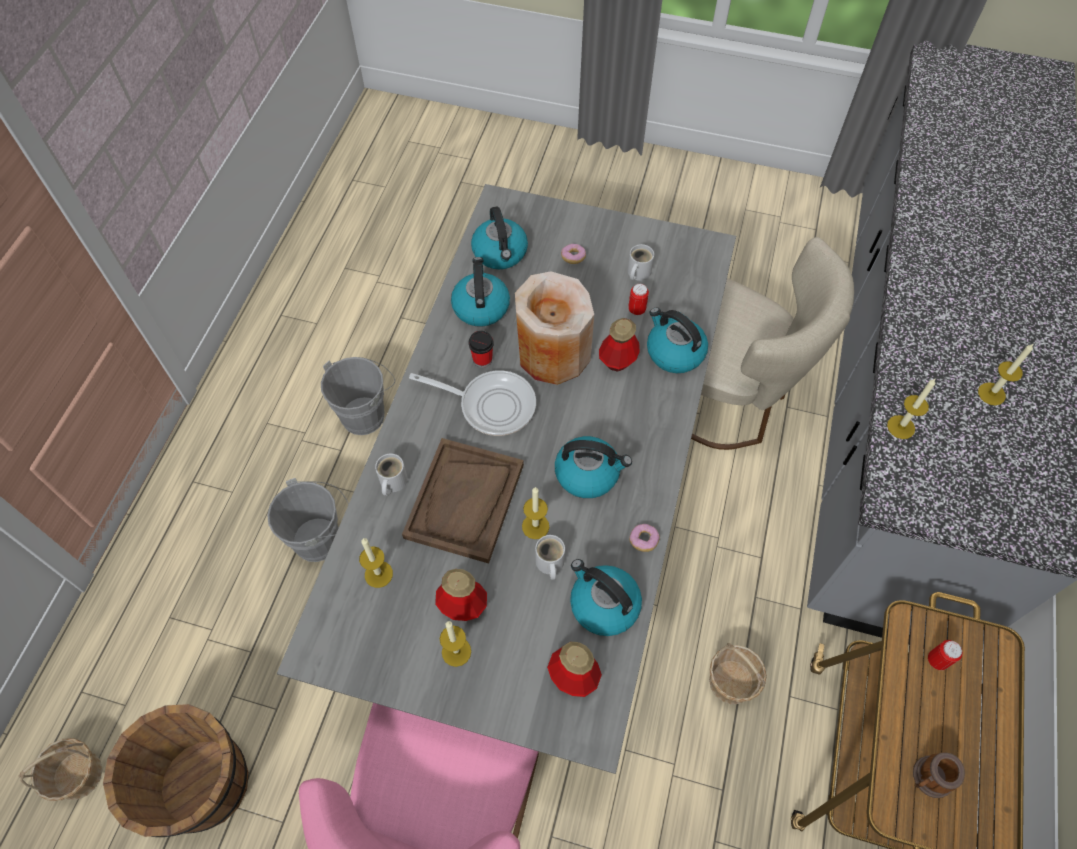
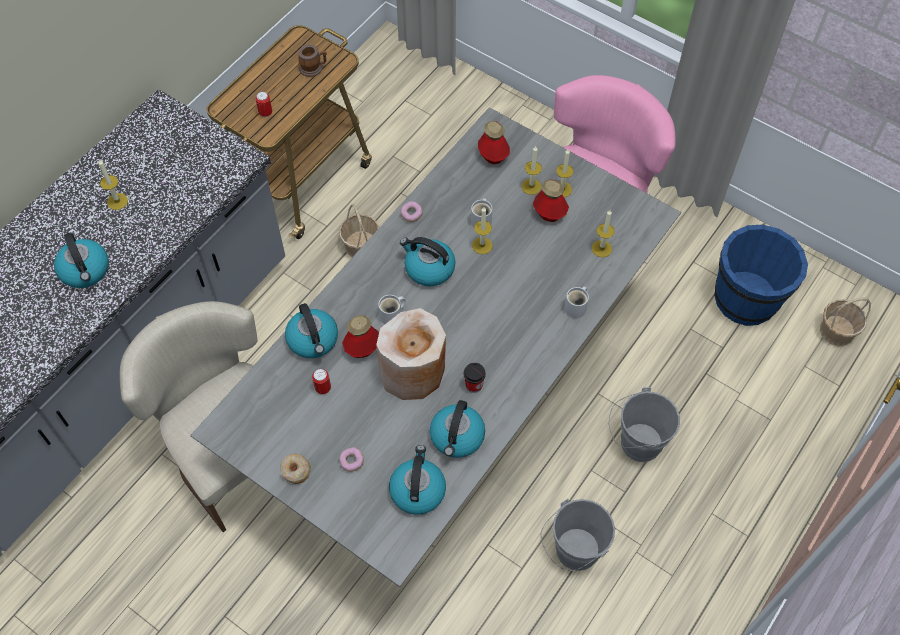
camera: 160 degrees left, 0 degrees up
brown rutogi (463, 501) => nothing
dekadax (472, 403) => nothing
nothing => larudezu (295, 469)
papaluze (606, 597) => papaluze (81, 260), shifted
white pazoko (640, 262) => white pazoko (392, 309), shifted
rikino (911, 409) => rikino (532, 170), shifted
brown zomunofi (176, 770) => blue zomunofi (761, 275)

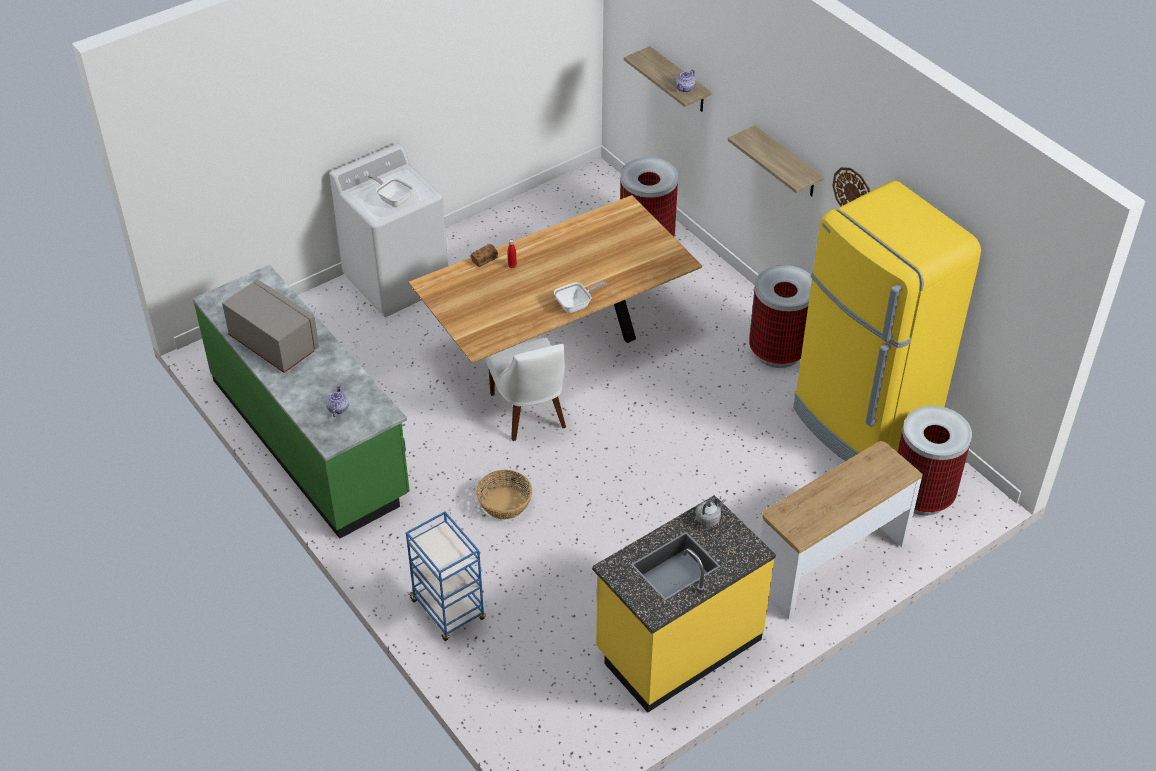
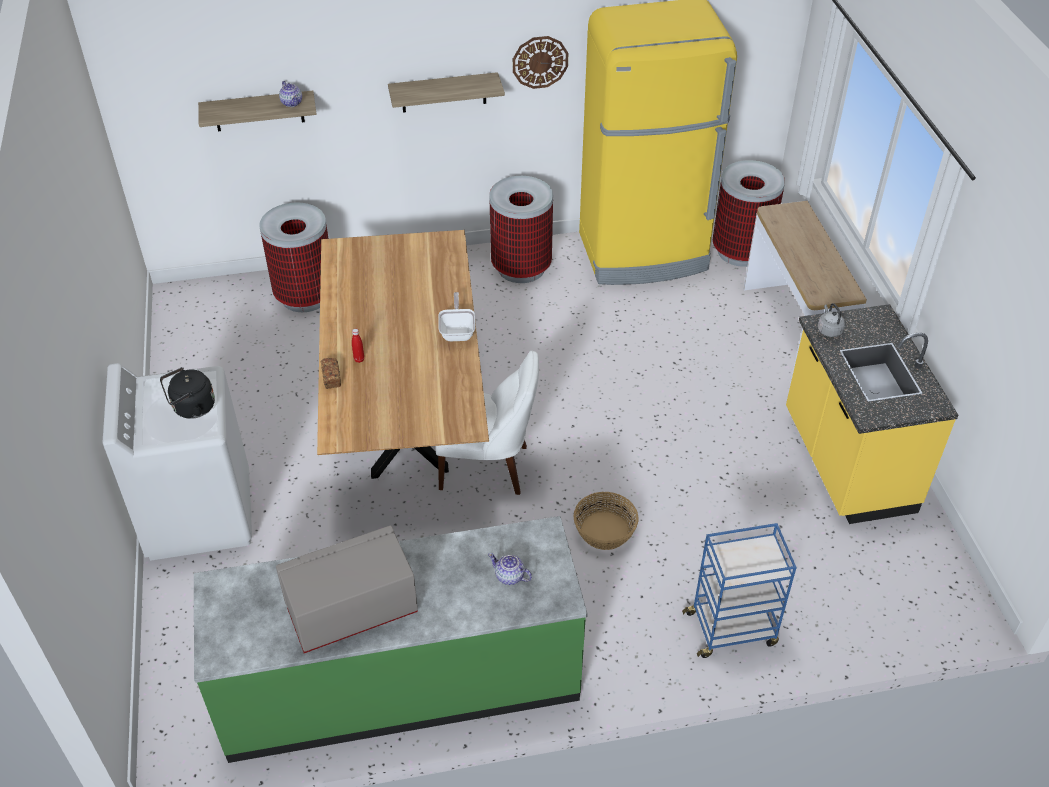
camera: 65 degrees left, 0 degrees up
dekadax (390, 190) => black papaluze (187, 393)

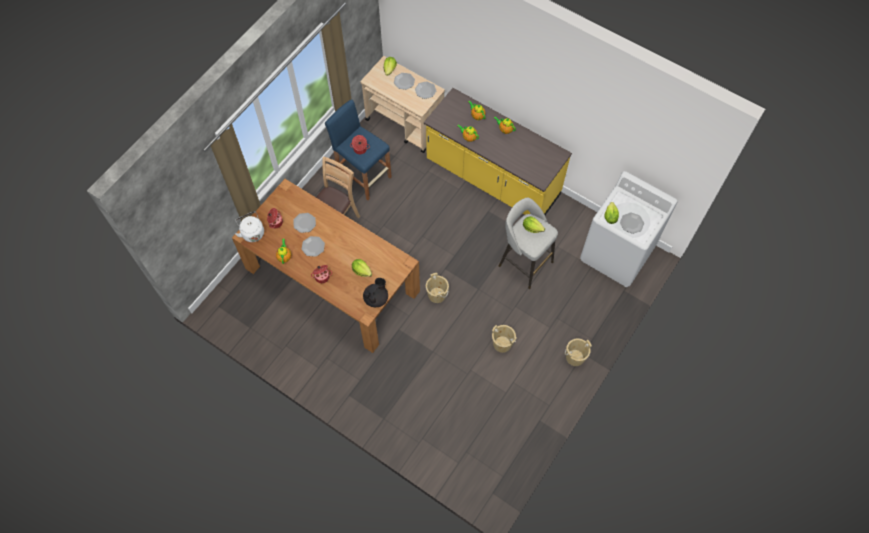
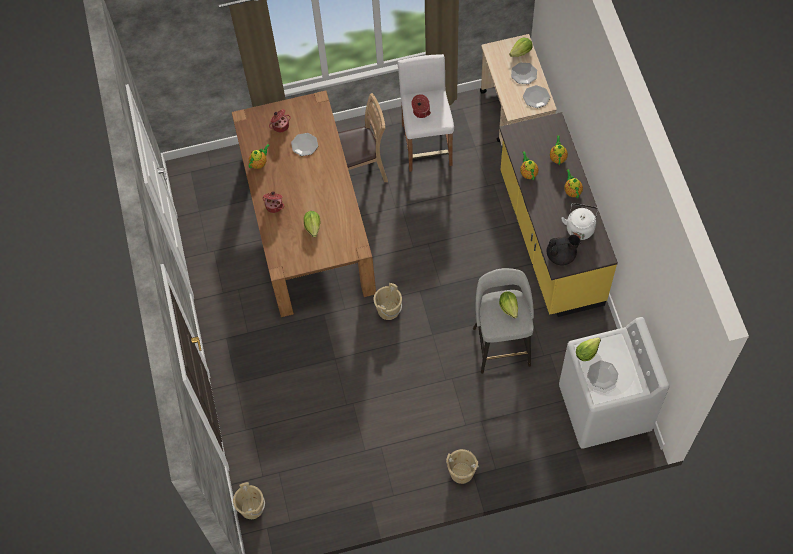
camera: 45 degrees right, 0 degrees up
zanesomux (313, 246) => nothing
white papaluze (249, 226) => white papaluze (579, 221), shifted
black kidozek (375, 292) => black kidozek (564, 250), shifted
beige zomunofi (504, 339) => beige zomunofi (249, 500), shifted
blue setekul (358, 149) => white setekul (425, 113)

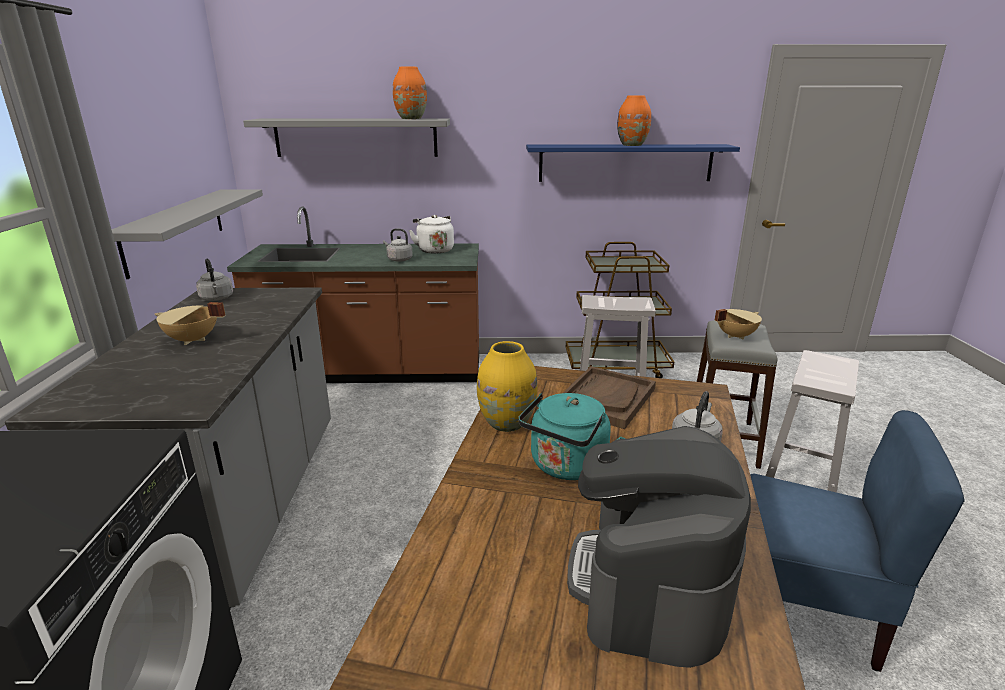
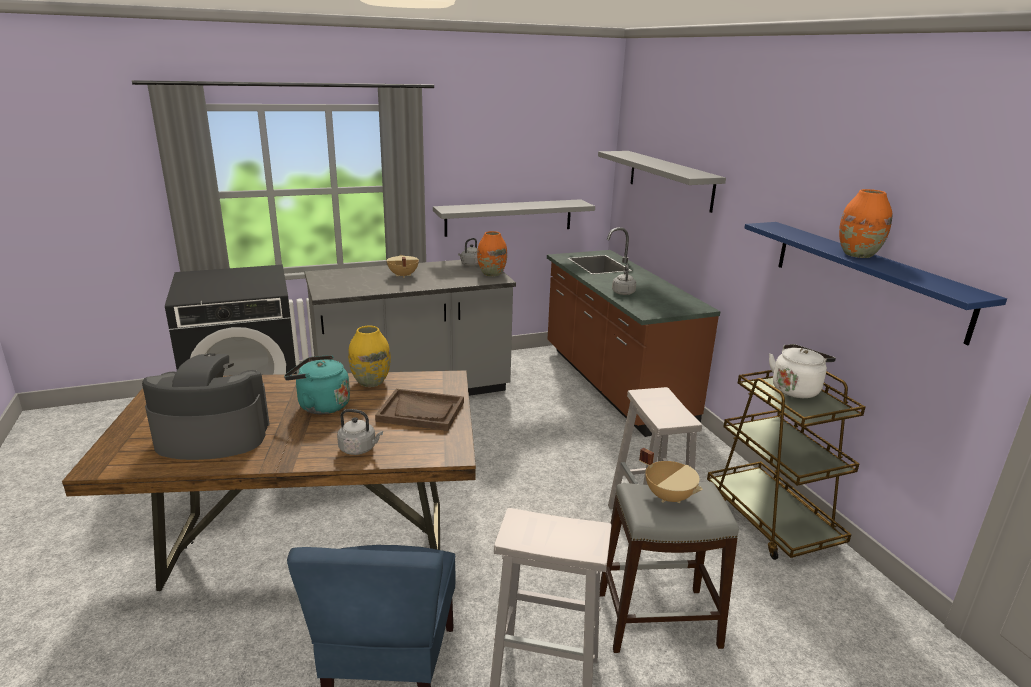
camera: 70 degrees right, 0 degrees up
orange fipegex (410, 92) => orange fipegex (492, 254), shifted
white papaluze (431, 234) => white papaluze (802, 371), shifted

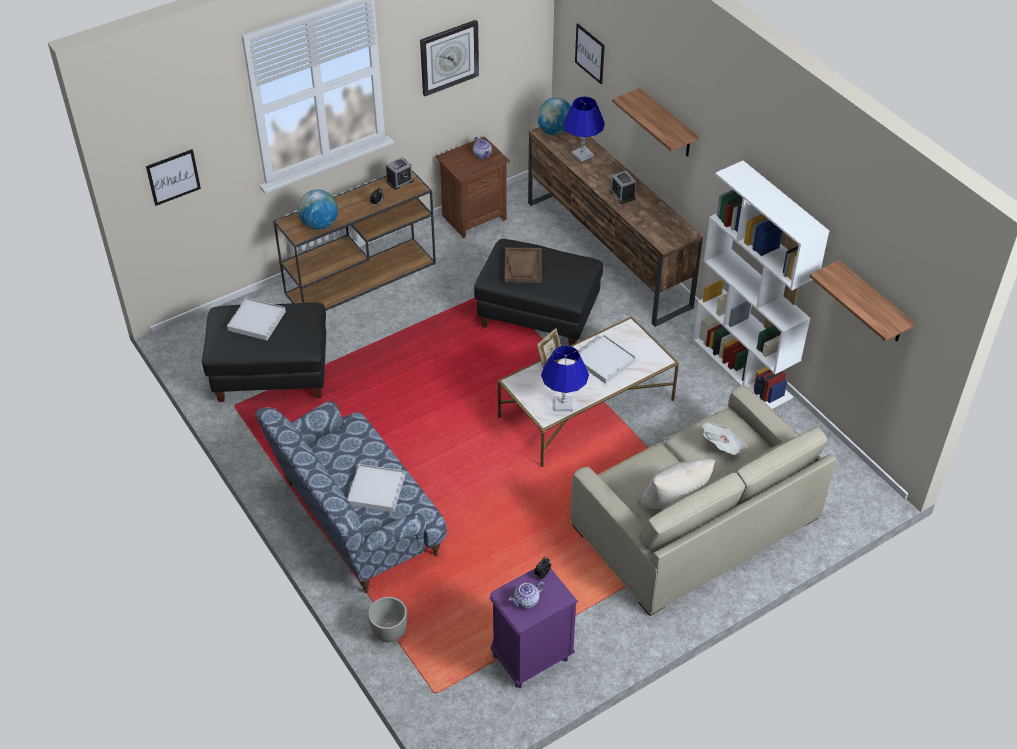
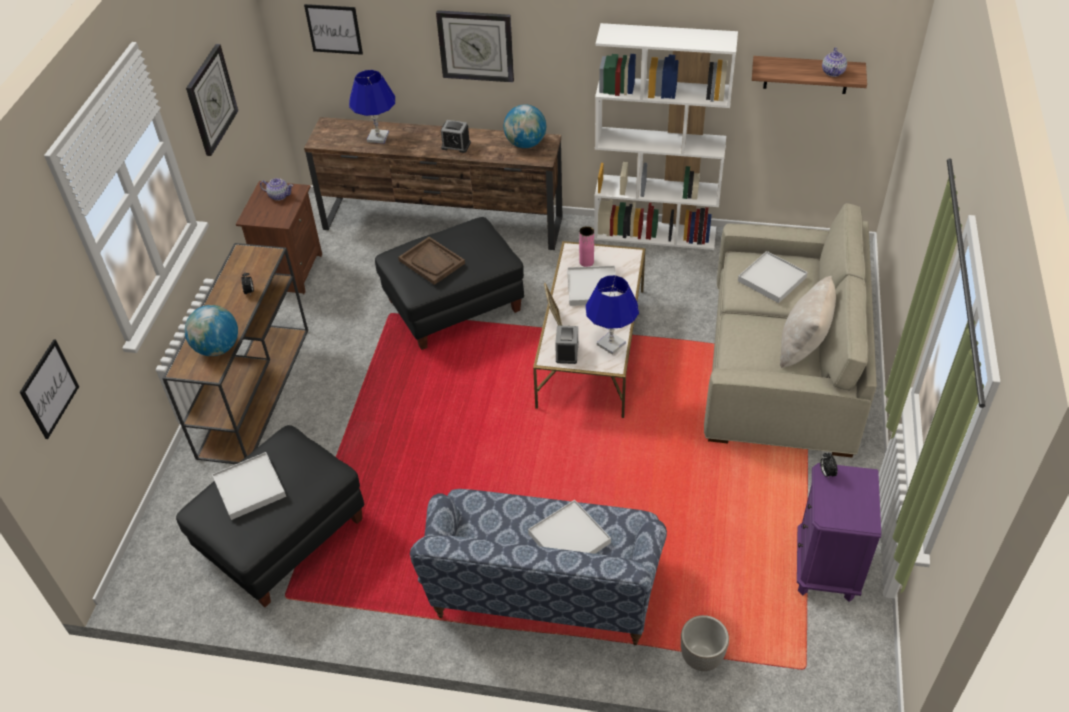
camera: 45 degrees left, 0 degrees up
nothing => pink fipegex (586, 246)
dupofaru (400, 173) => dupofaru (566, 345), shifted
kidozek (527, 595) => kidozek (834, 62), shifted
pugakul (554, 116) => pugakul (525, 126), shifted
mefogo (655, 122) => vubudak (475, 46)
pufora (725, 438) => white rutogi (773, 277)

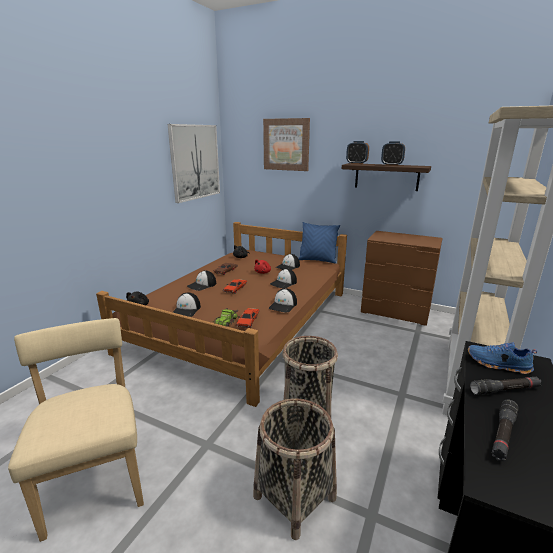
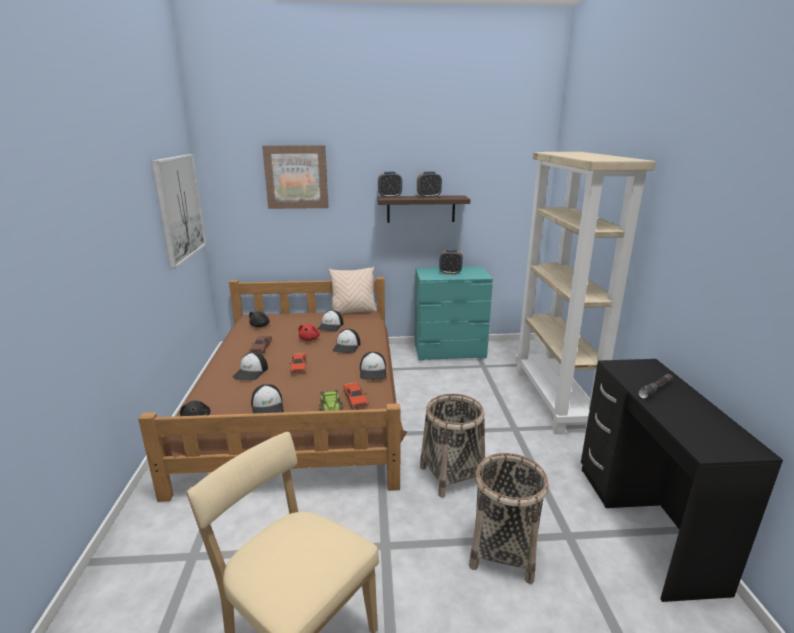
camera: 30 degrees left, 0 degrees up
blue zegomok (502, 358) => nothing
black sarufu (505, 430) => nothing
nothing => dupofaru (451, 262)
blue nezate (319, 242) => beige nezate (353, 290)
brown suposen (402, 278) => turquoise suposen (453, 314)

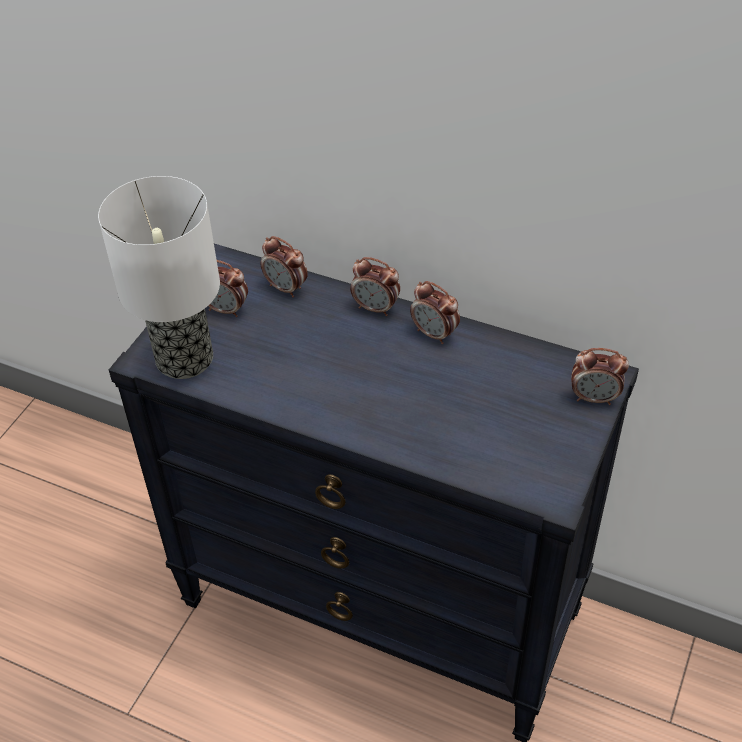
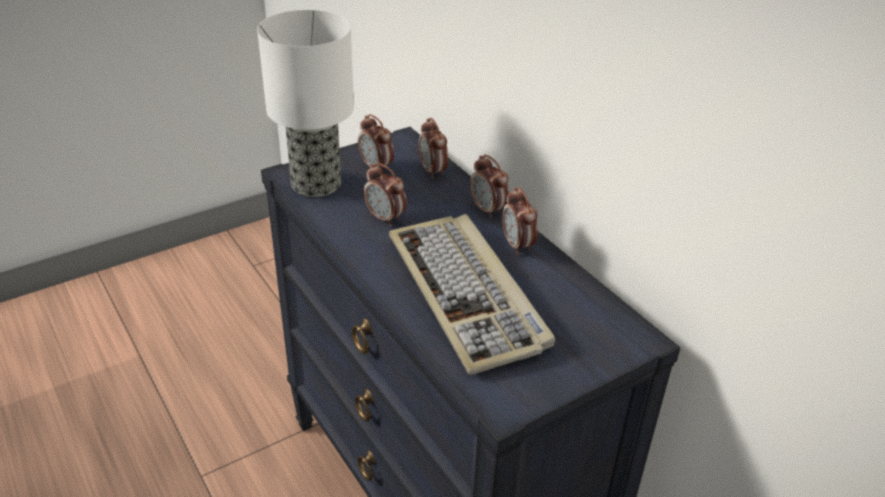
camera: 30 degrees right, 10 degrees down
nothing => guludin (472, 294)
dupofaru (600, 376) => dupofaru (385, 194), shifted

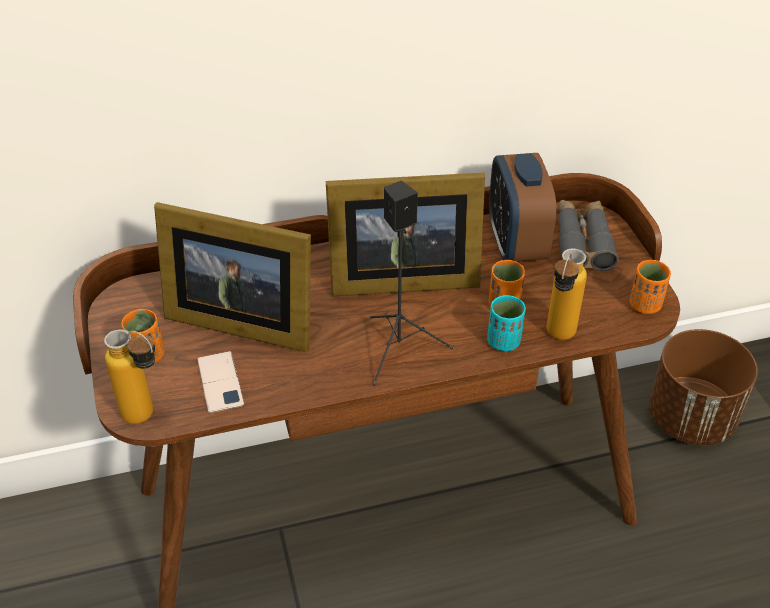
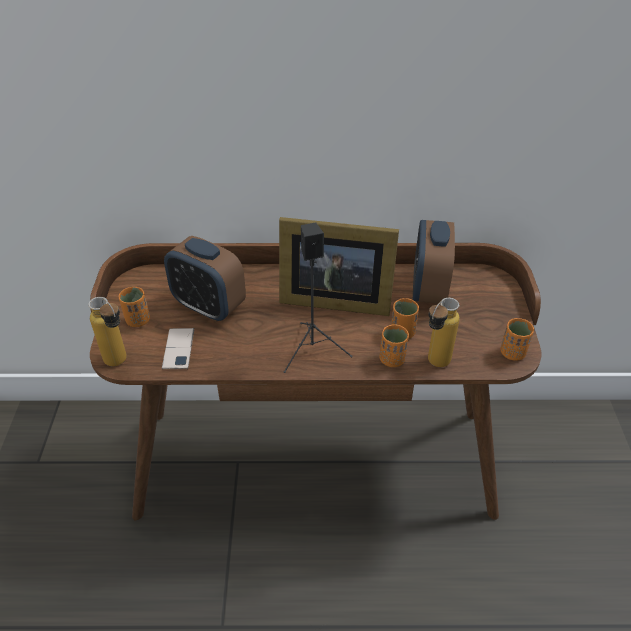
camera: 15 degrees right, 0 degrees up
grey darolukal (588, 235) => nothing
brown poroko (703, 387) => nothing
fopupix (232, 277) => dupofaru (205, 279)
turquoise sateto (506, 323) => orange sateto (394, 345)

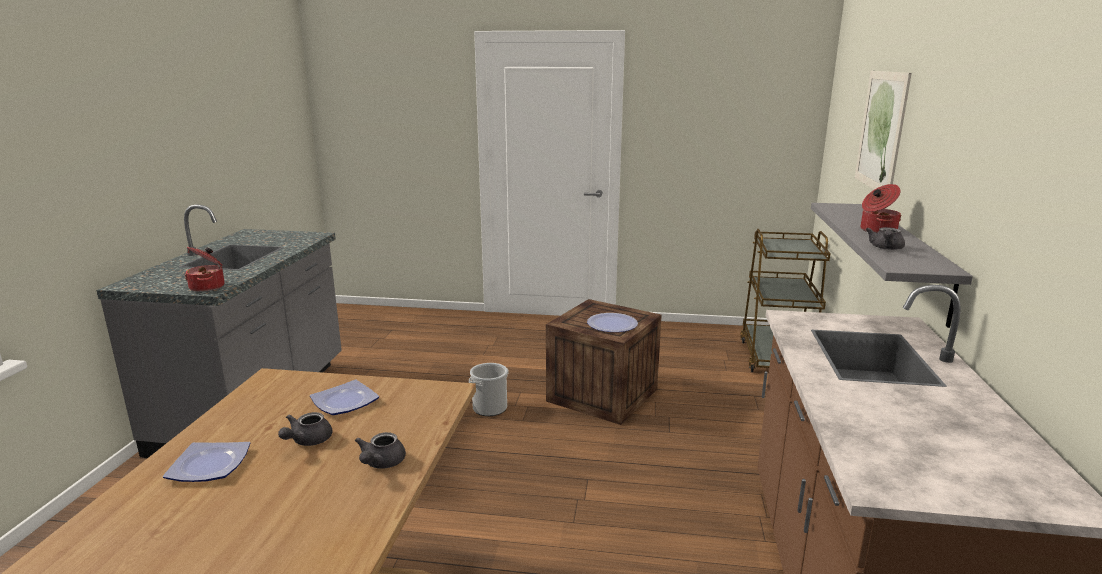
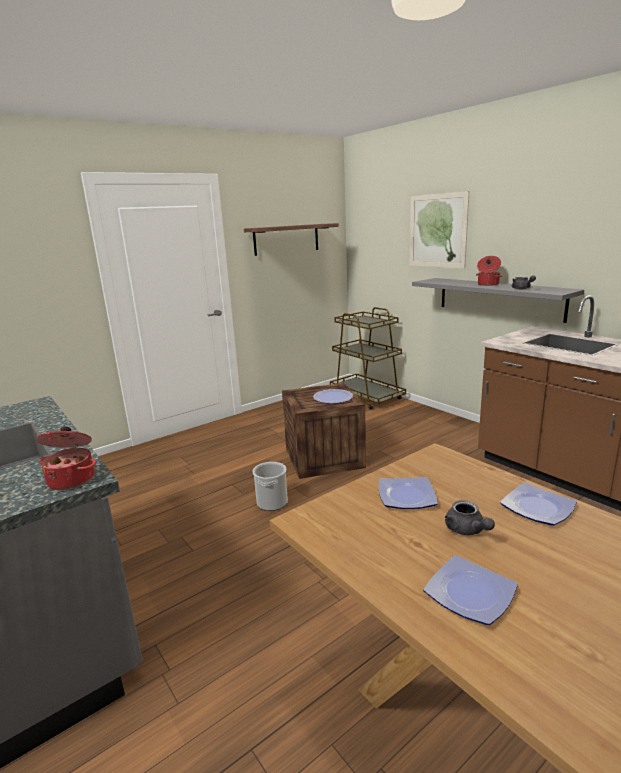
camera: 45 degrees left, 0 degrees up
nothing => mefogo (291, 239)
grey kidozek (380, 450) => zanesomux (538, 504)

